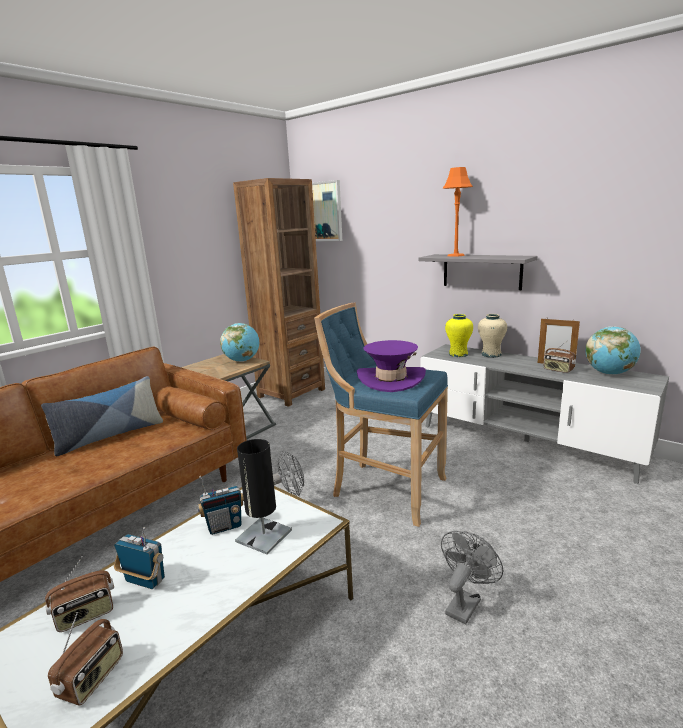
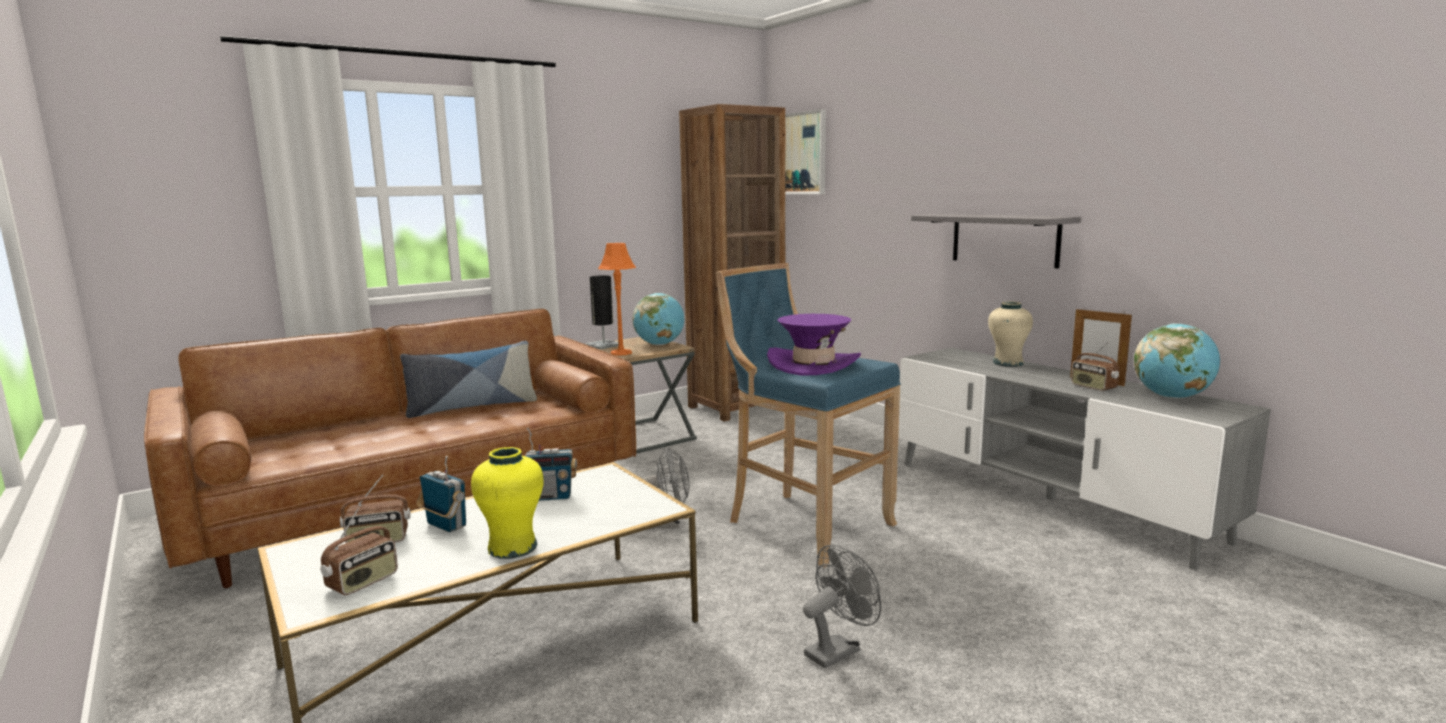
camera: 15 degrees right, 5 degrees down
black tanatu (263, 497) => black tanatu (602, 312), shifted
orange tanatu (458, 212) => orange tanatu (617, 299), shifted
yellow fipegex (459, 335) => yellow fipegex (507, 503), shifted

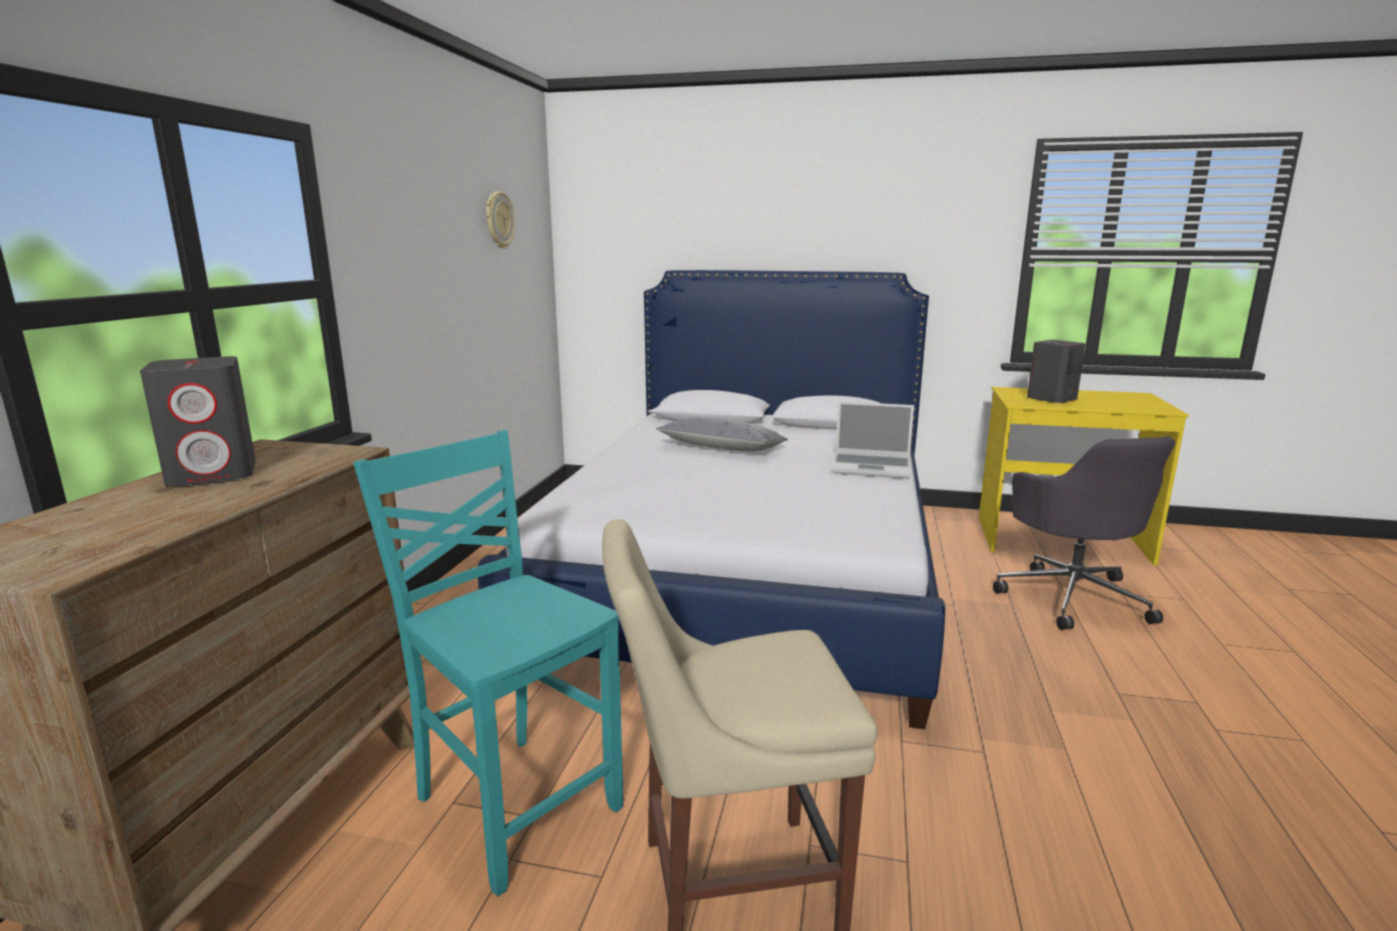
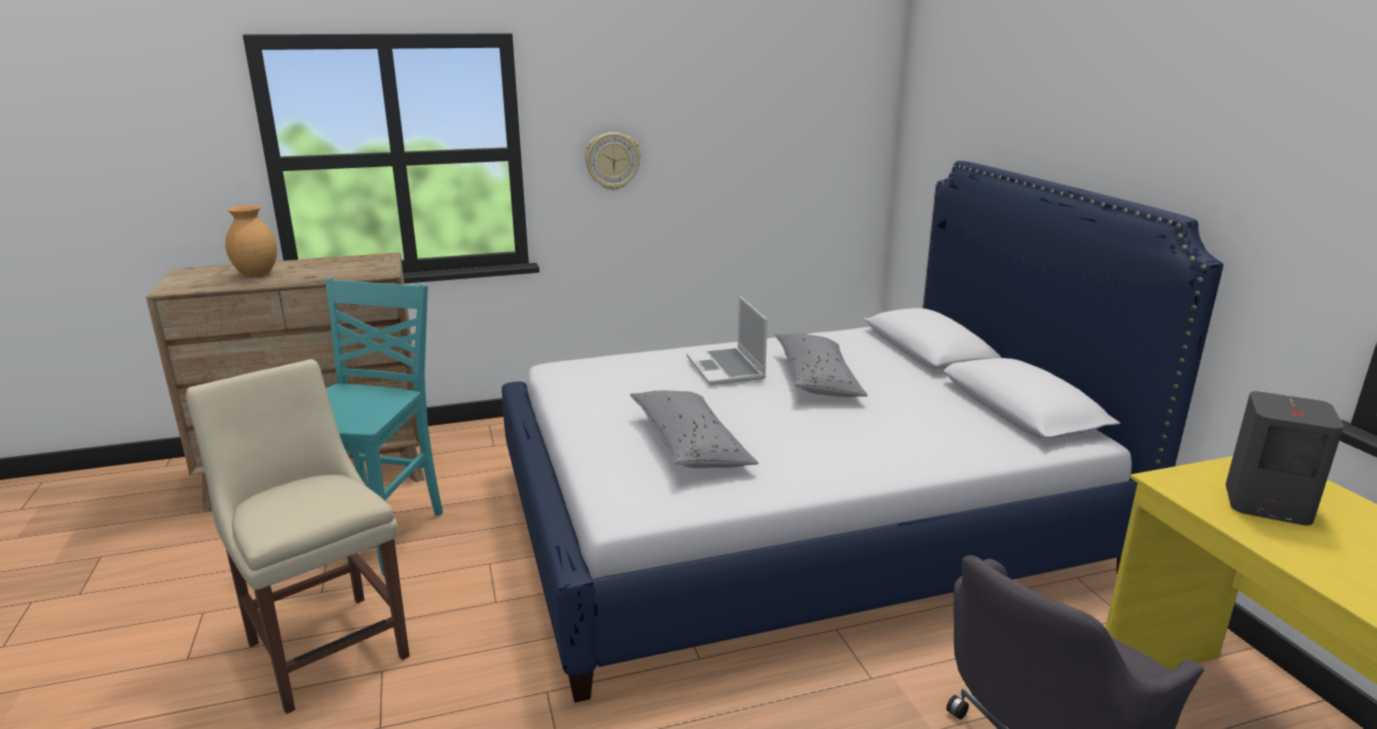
camera: 60 degrees right, 5 degrees up
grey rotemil (198, 421) => nothing
nothing => brown fipegex (251, 241)
nothing => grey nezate (694, 429)
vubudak (500, 220) => vubudak (613, 161), shifted
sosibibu (873, 440) => sosibibu (726, 340), shifted

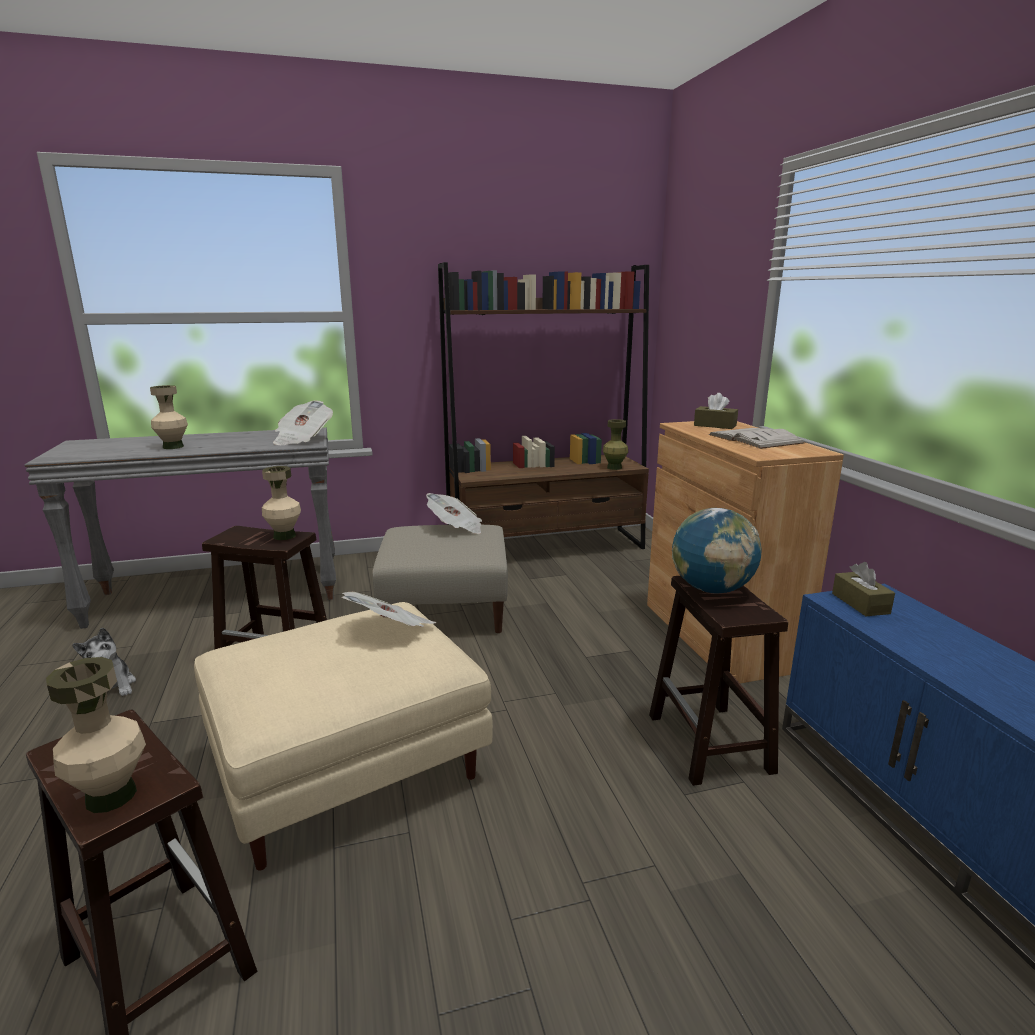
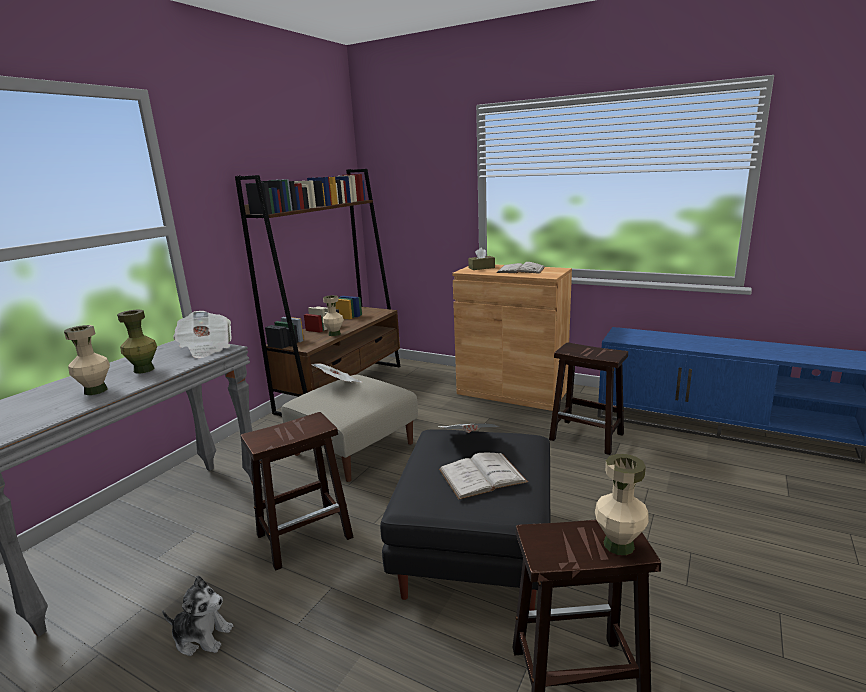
camera: 45 degrees left, 0 degrees up
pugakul (716, 551) => nothing
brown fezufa (863, 589) => nothing
nothing => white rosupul (483, 476)
beige fipegex (281, 503) => beige fipegex (333, 315), shifted
green fipegex (615, 444) => green fipegex (137, 342), shifted
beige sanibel (343, 736) => black sanibel (465, 520)

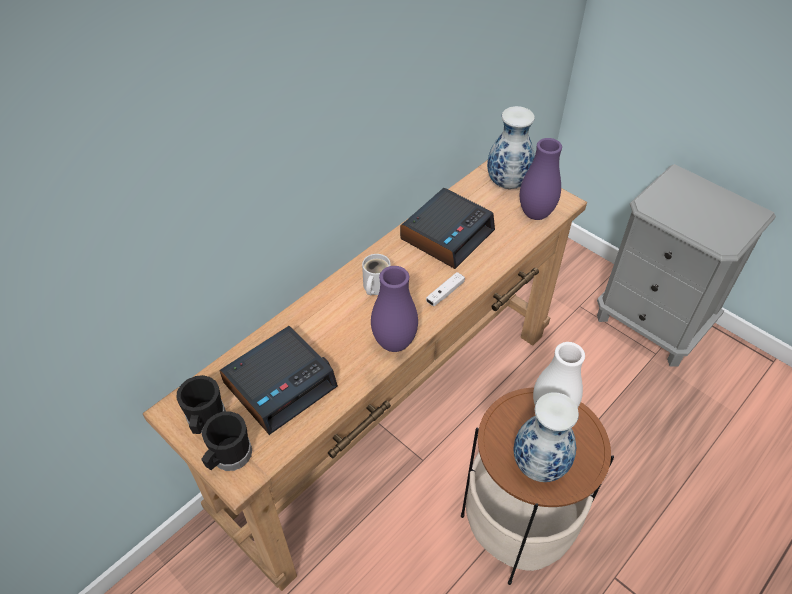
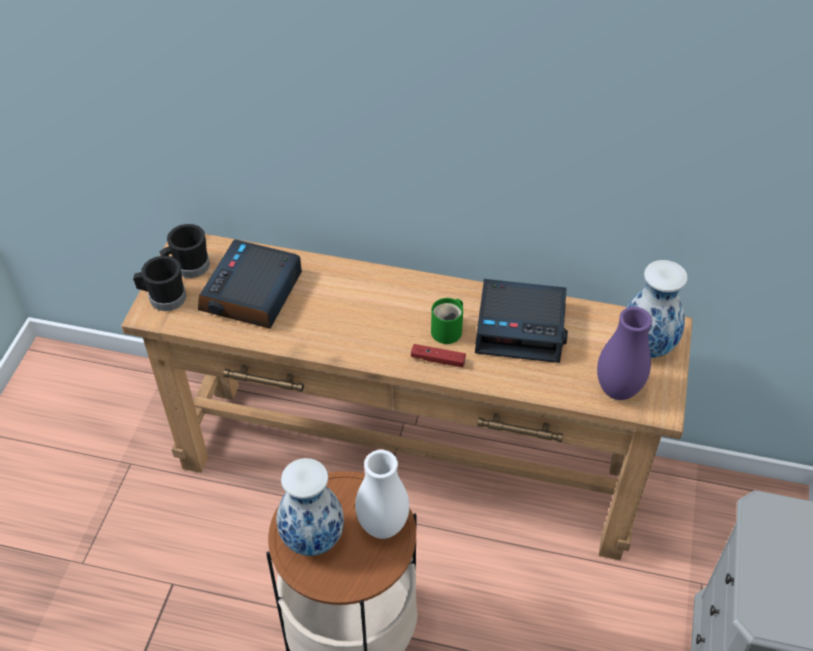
camera: 60 degrees right, 0 degrees up
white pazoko (376, 274) => nothing
purple fipegex (394, 309) => nothing
nothing => green pazoko (447, 321)
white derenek (445, 289) => red derenek (438, 355)
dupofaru (278, 380) => dupofaru (250, 284), 90 degrees clockwise

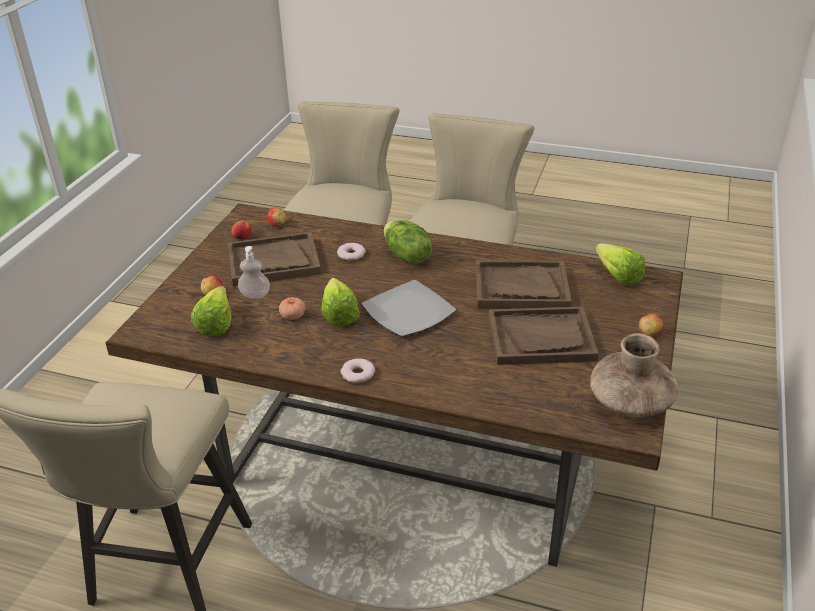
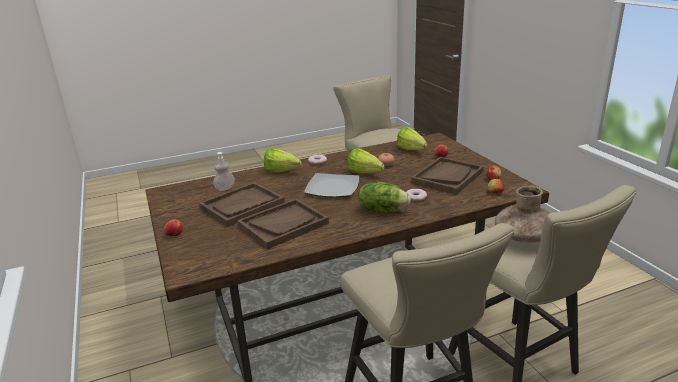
camera: 140 degrees right, 10 degrees down
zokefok (254, 272) => zokefok (224, 171), shifted
brown fipegex (634, 375) => brown fipegex (522, 214), shifted
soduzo (620, 264) => soduzo (283, 160), shifted

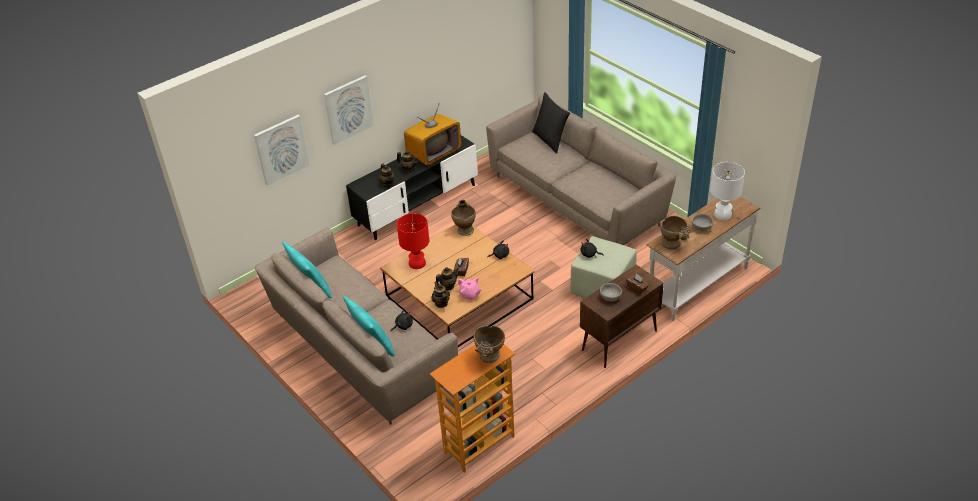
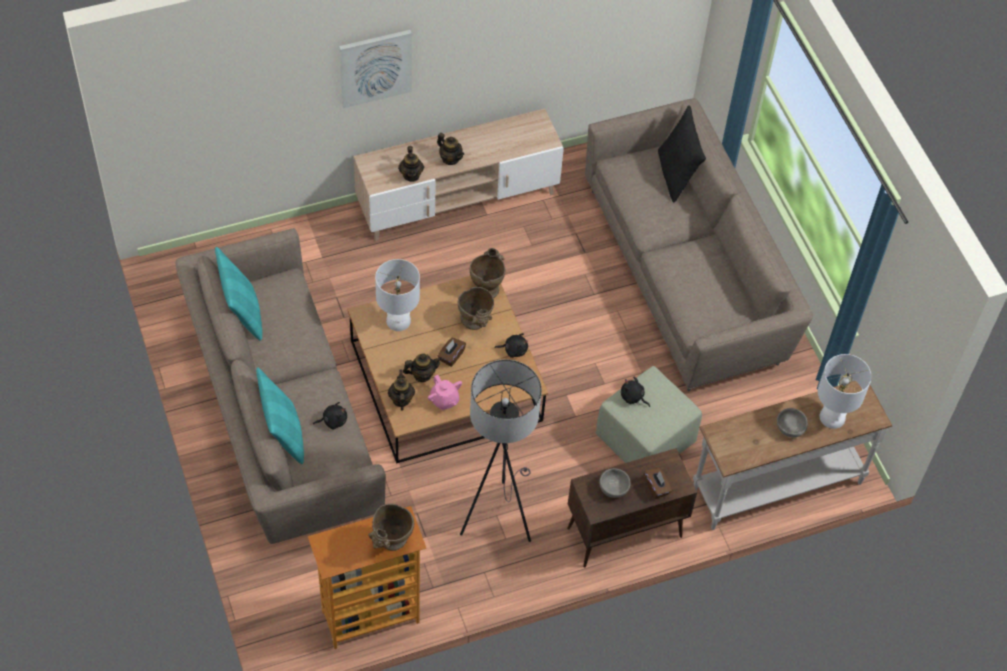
camera: 15 degrees right, 15 degrees up
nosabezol (282, 150) => nothing
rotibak (432, 134) => nothing
nothing => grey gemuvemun (501, 450)
beige fipegex (675, 232) => beige fipegex (476, 308), shifted
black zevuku (412, 187) => beige zevuku (459, 174)
red tanatu (413, 241) => white tanatu (397, 295)

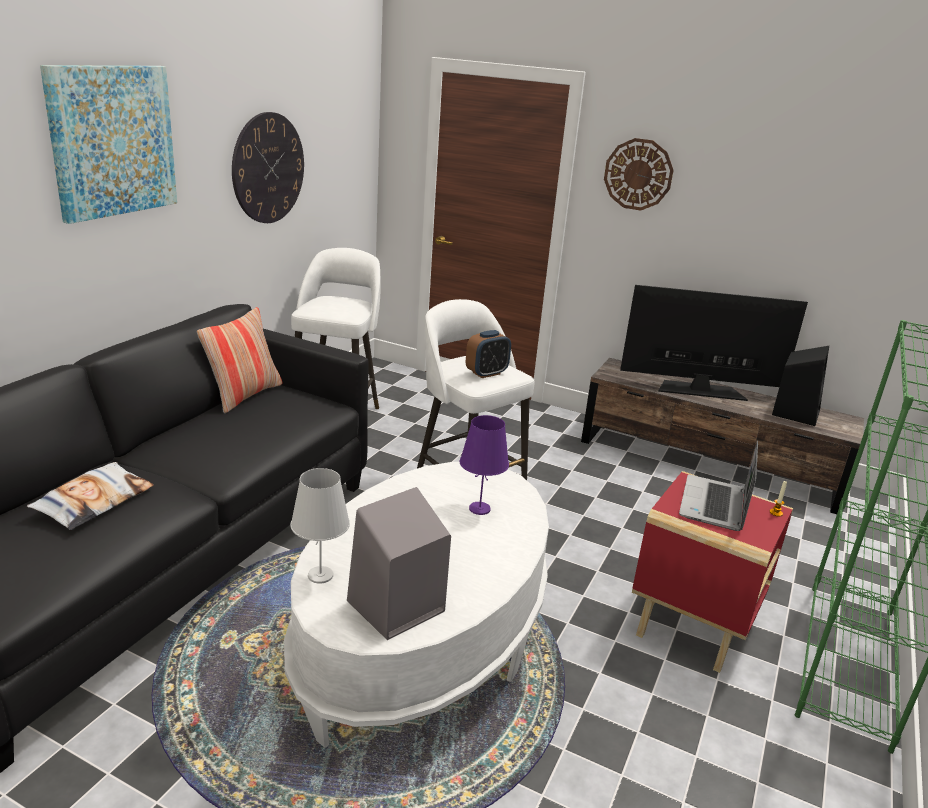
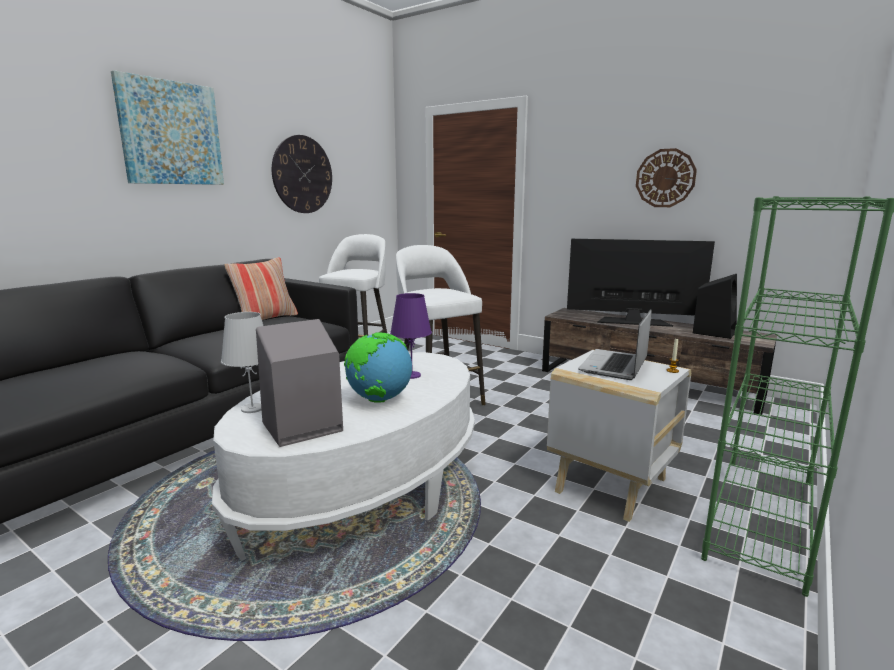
camera: 10 degrees right, 10 degrees down
nezate (90, 496) => nothing
dupofaru (488, 354) => nothing
nothing => pugakul (378, 367)
vubudak (639, 174) => vubudak (666, 177), shifted
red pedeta (712, 572) => white pedeta (619, 436)

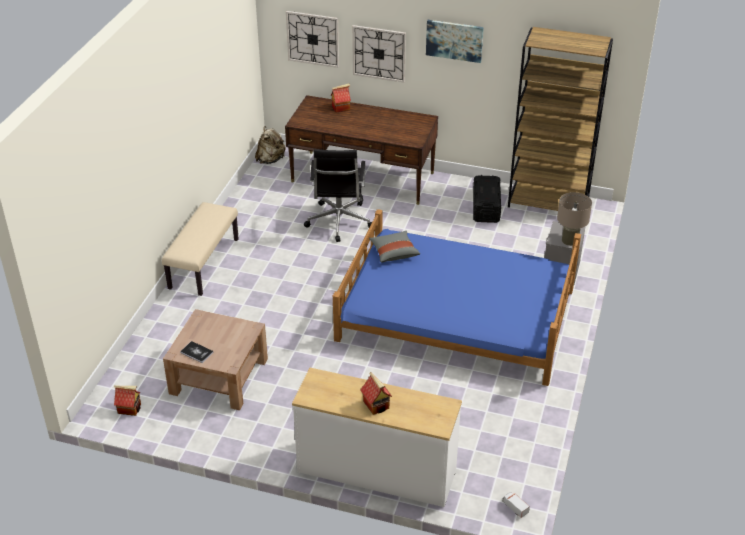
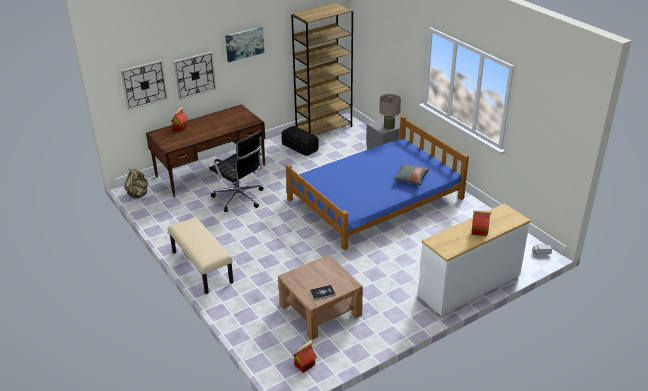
camera: 50 degrees left, 5 degrees down
grey nezate (394, 247) => grey nezate (411, 174), shifted

